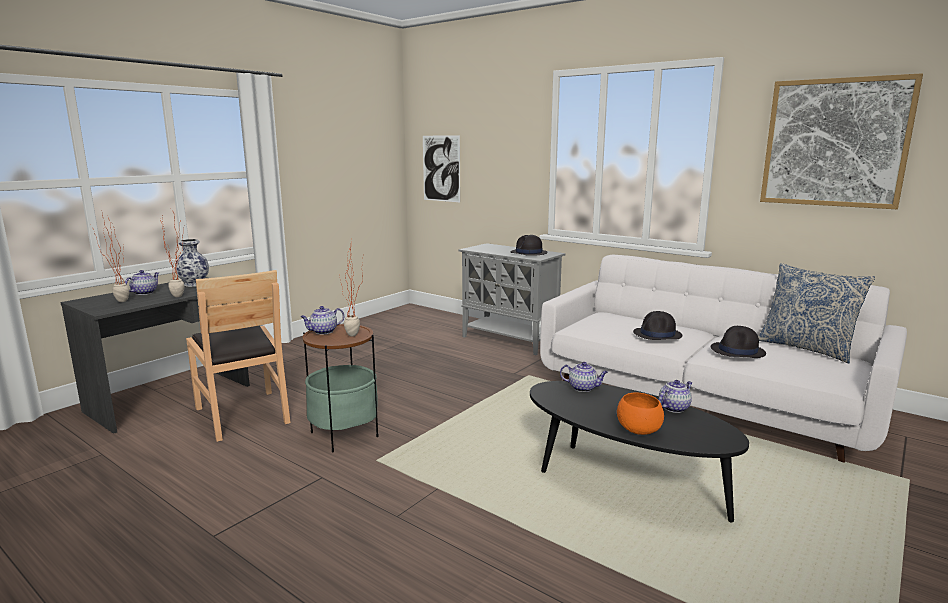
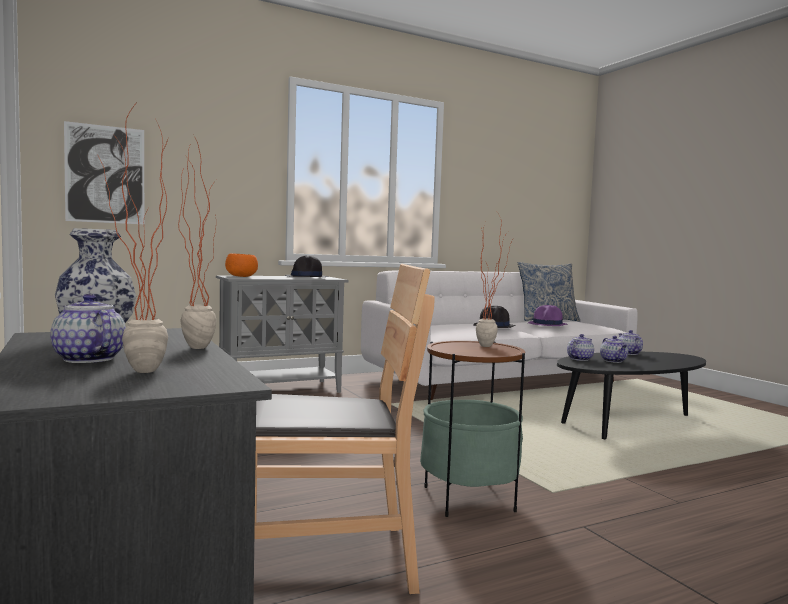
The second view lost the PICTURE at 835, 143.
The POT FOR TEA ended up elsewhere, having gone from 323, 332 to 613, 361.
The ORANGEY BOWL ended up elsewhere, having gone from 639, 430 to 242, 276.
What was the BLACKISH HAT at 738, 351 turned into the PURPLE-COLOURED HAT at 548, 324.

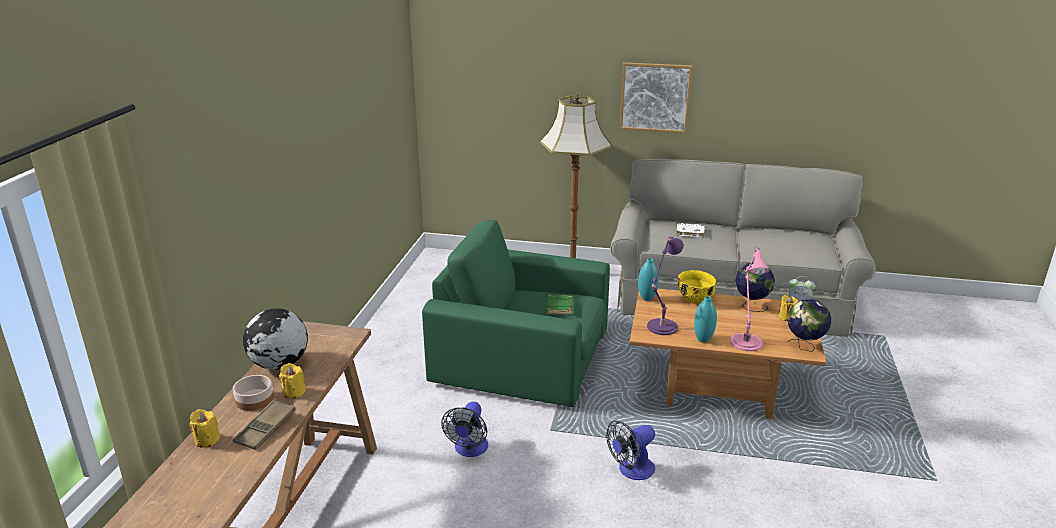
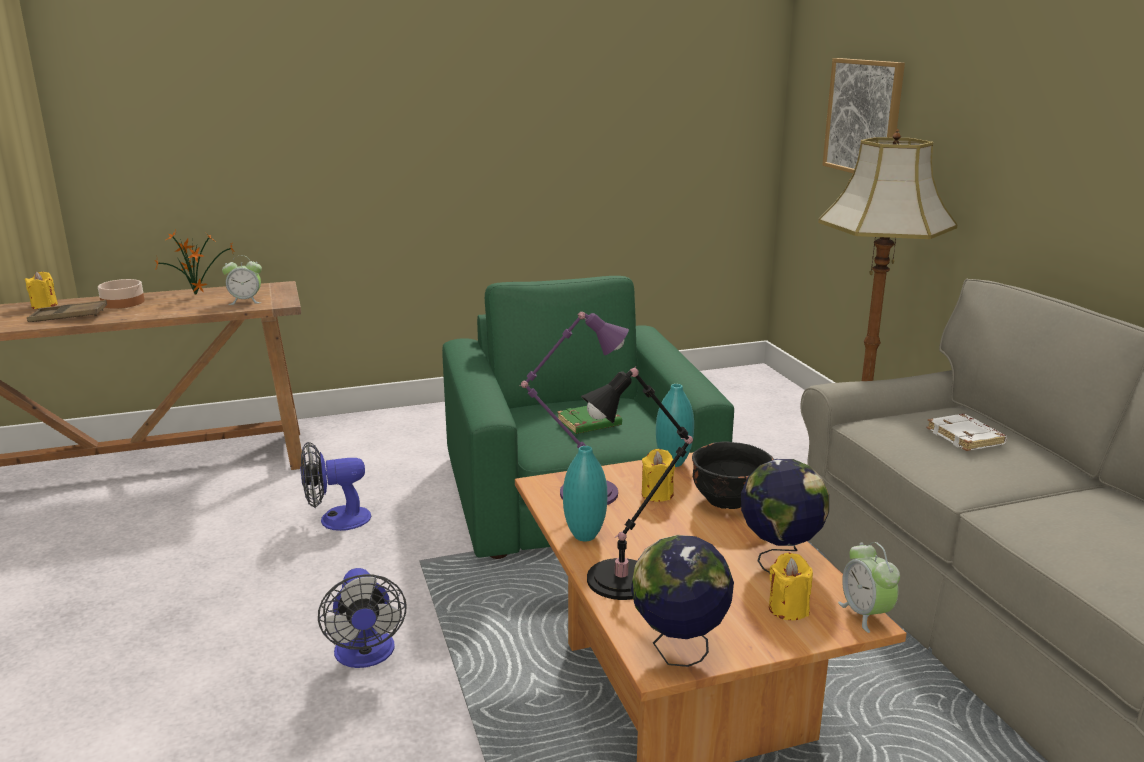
The second view gained the ALARM CLOCK at 245, 301.
The YELLOW CANDLE ended up elsewhere, having gone from 294, 392 to 657, 494.
The PICTURE ended up elsewhere, having gone from 655, 97 to 864, 117.
Where the DESK GLOBE stood at 279, 364, the HOUSEPLANT came to stand at 196, 295.
What was the YELLOW BOWL at 694, 299 turned into the BLACKISH BOWL at 729, 501.
What was the PINK TABLETOP LAMP at 745, 341 turned into the BLACKISH TABLETOP LAMP at 627, 578.
The ELECTRIC FAN at 631, 470 ended up facing another way, 135 degrees counterclockwise from before.

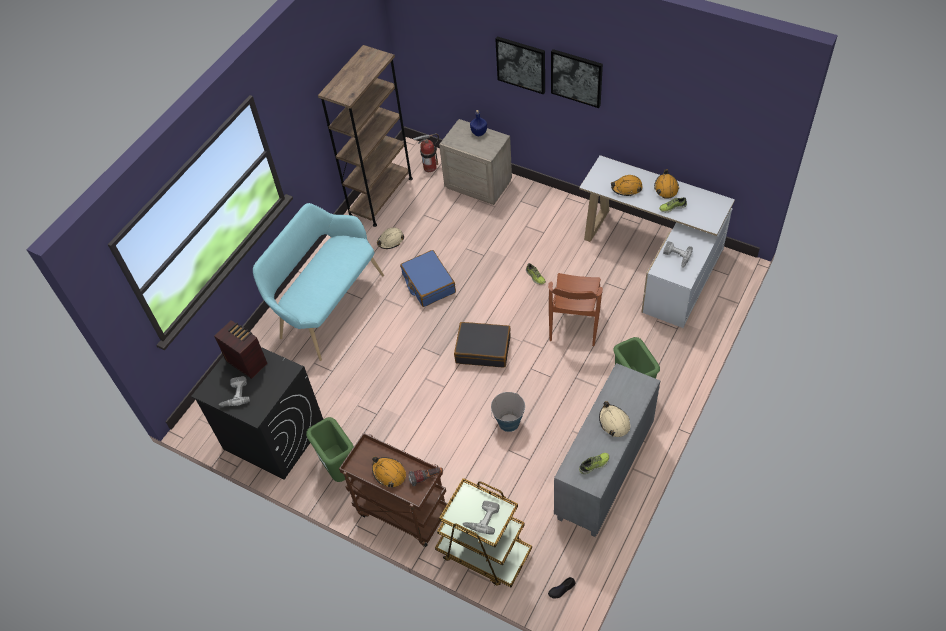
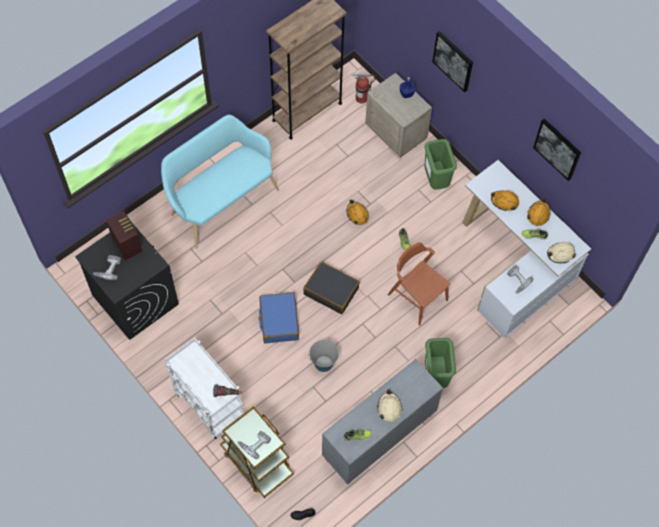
The GREEN RUBBISH BIN ended up elsewhere, having gone from 339, 469 to 435, 180.
The ORANGEY HARD HAT ended up elsewhere, having gone from 389, 473 to 357, 214.
The BEIGE-COLOURED HARD HAT ended up elsewhere, having gone from 390, 241 to 560, 254.
The BLUE-COLOURED TRAVEL CASE ended up elsewhere, having gone from 428, 284 to 279, 321.
The PICTURE ended up elsewhere, having gone from 576, 77 to 557, 149.
What was the BROWNISH CART at 401, 512 turned into the WHITE CART at 208, 403.
The BROWNISH CHAIR at 574, 323 ended up facing another way, 105 degrees clockwise from before.

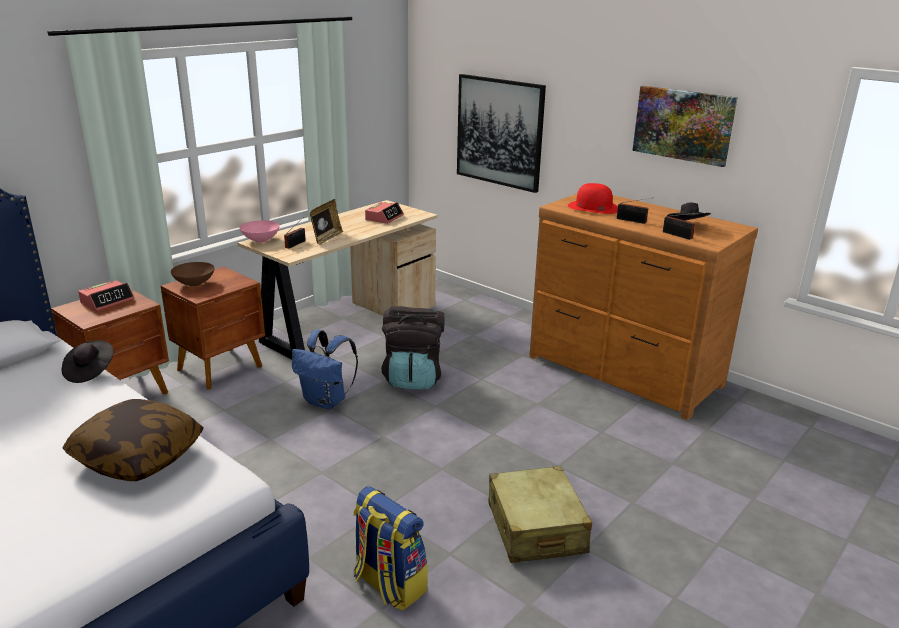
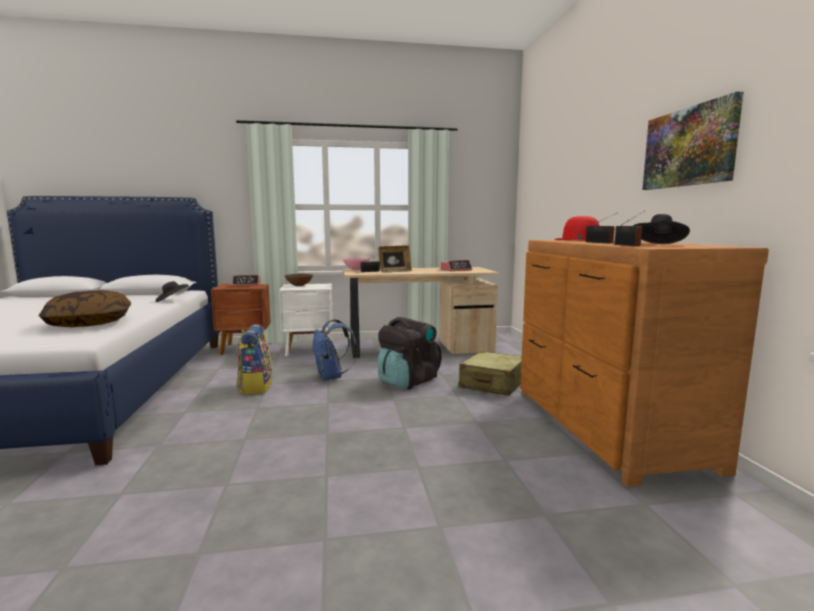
The second view lost the PICTURE at 499, 132.
The RUCKSACK ended up elsewhere, having gone from 388, 584 to 255, 387.
The BEIGE-COLOURED TRAVEL CASE ended up elsewhere, having gone from 536, 528 to 493, 384.
What was the BROWNISH BEDSIDE TABLE at 221, 368 turned into the WHITE BEDSIDE TABLE at 310, 350.

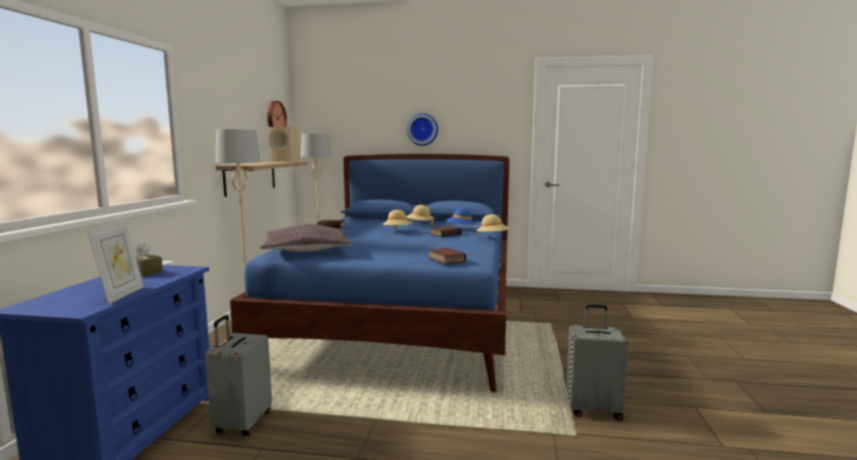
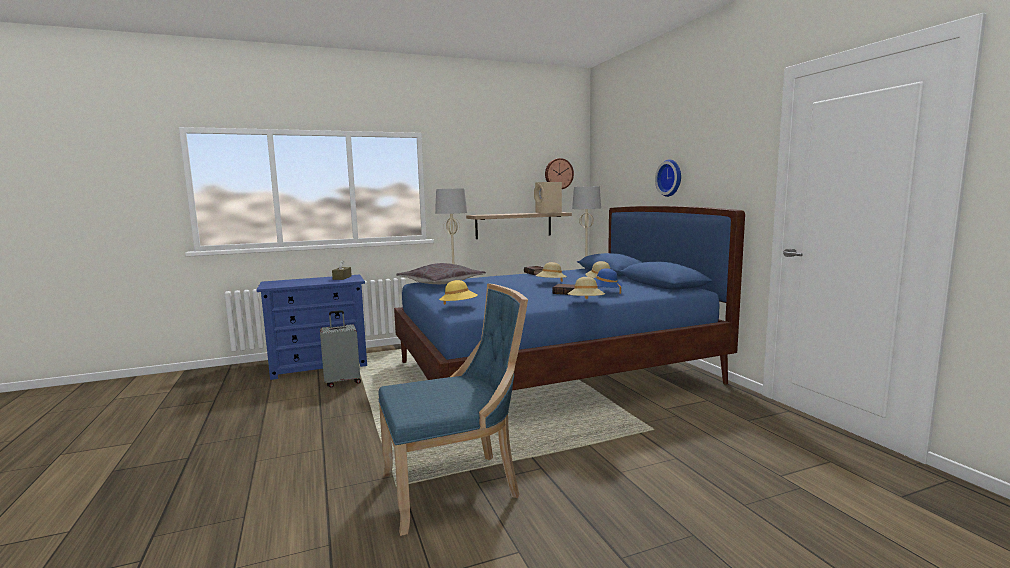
The second view lost the PICTURE FRAME at 121, 295.
Where the VOLUME stood at 445, 260, the YELLOW HAT came to stand at 459, 306.
Where the GRAY TRAVEL CASE stood at 593, 409, the BLUE-COLOURED CHAIR came to stand at 455, 487.

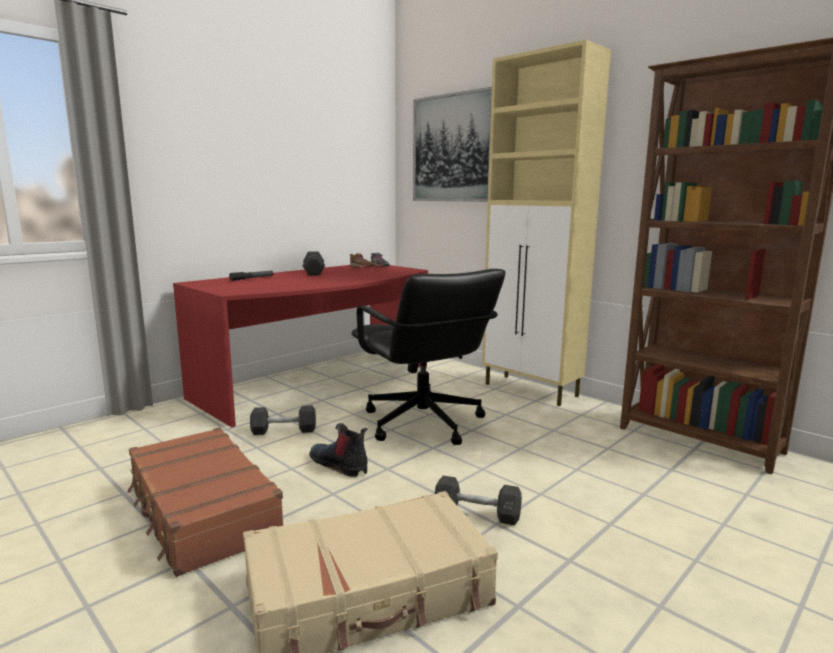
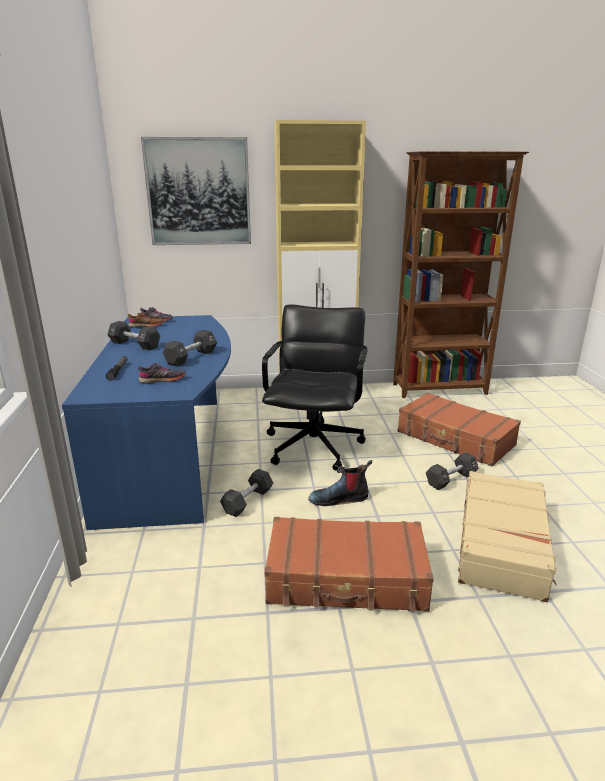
The second view gained the GRAY ITEM OF FOOTWEAR at 162, 380.
The second view gained the BLACKISH HAND WEIGHT at 191, 357.
The second view gained the BROWNISH TRAVEL CASE at 455, 439.
What was the RED DESK at 320, 383 turned into the BLUE-COLOURED DESK at 172, 453.
The BLACKISH COMPUTER CHAIR at 422, 423 ended up facing another way, 90 degrees counterclockwise from before.

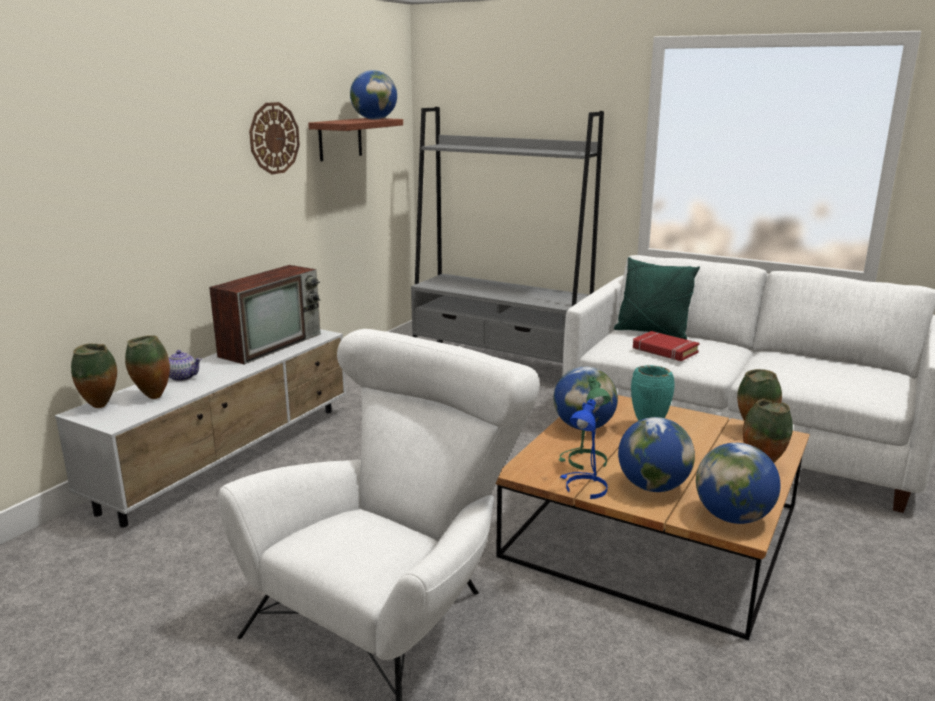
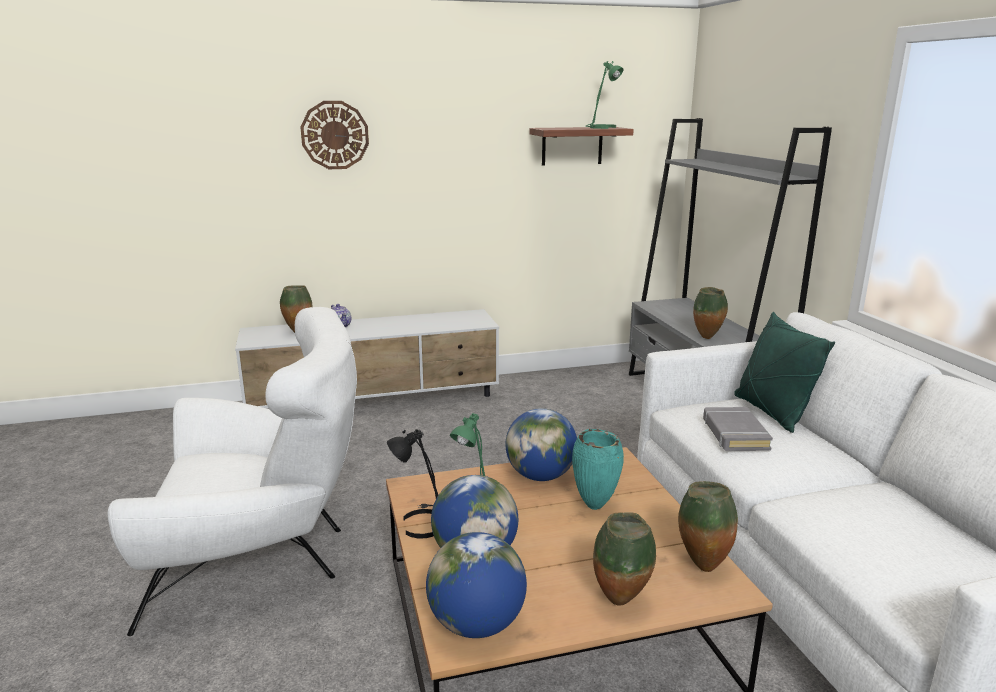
The second view lost the TELEVISION at 272, 344.
The VASE ended up elsewhere, having gone from 101, 407 to 707, 338.
The HANGING CLOCK ended up elsewhere, having gone from 274, 138 to 335, 135.
Where the DESK GLOBE stood at 374, 119, the GREEN TABLETOP LAMP came to stand at 602, 128.
What was the BLUE-COLOURED TABLETOP LAMP at 583, 487 turned into the BLACKISH TABLETOP LAMP at 422, 523.
What was the RED VOLUME at 664, 351 turned into the GRAY VOLUME at 734, 434.

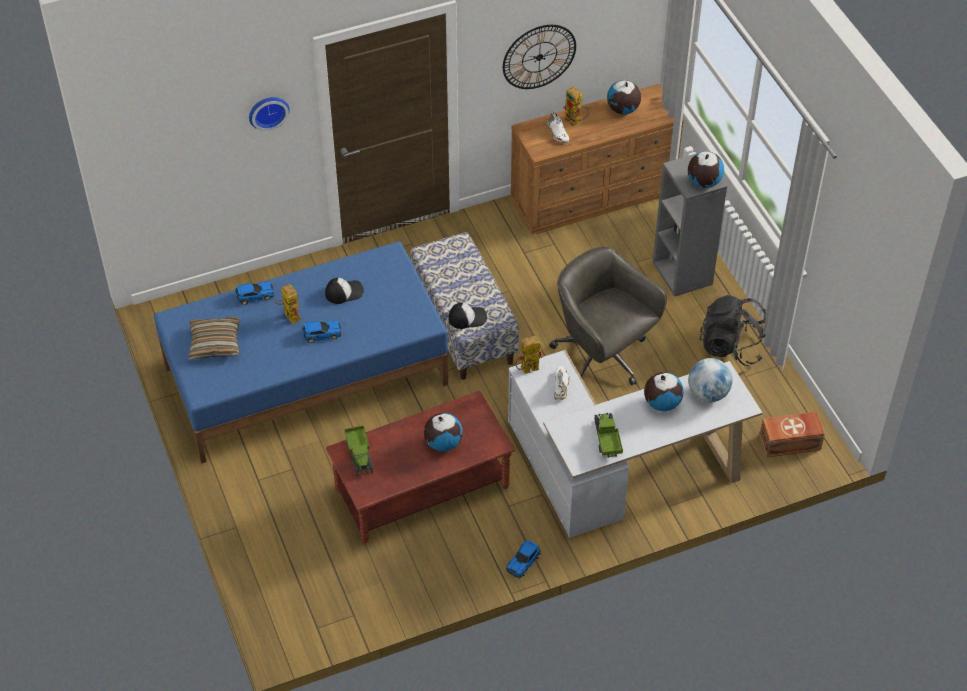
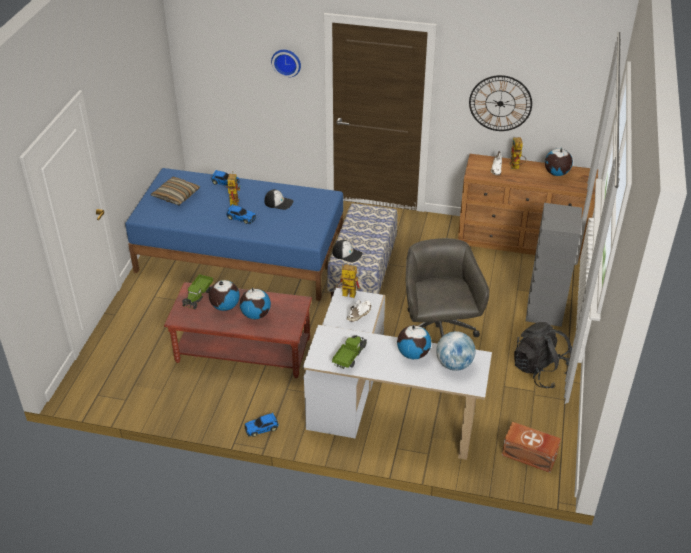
The DESK GLOBE ended up elsewhere, having gone from 703, 182 to 225, 306.

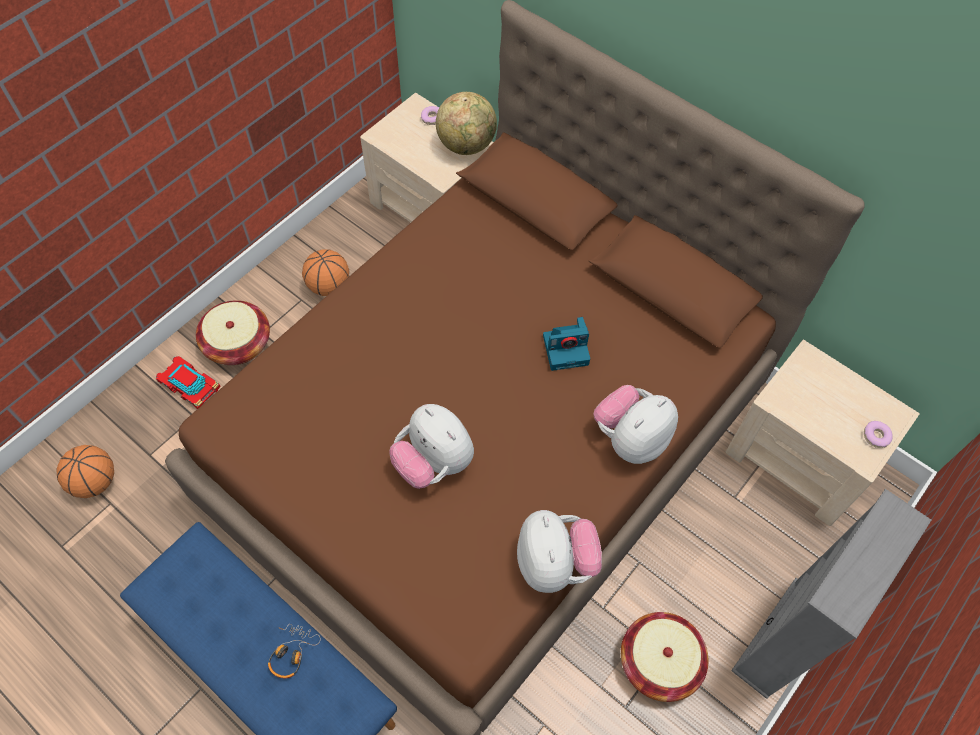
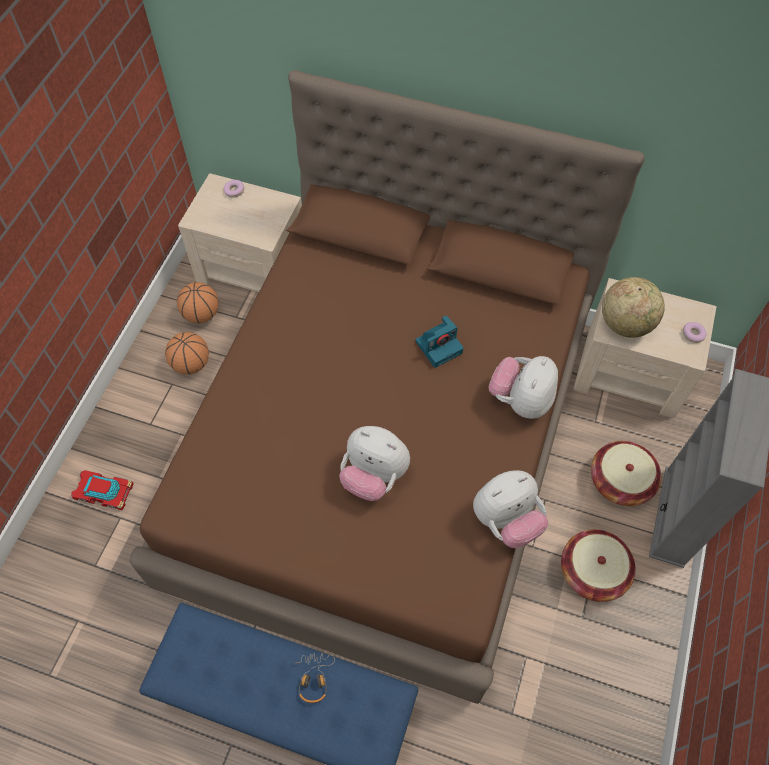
The BASKETBALL ended up elsewhere, having gone from 95, 482 to 201, 314.
The BASKET ended up elsewhere, having gone from 238, 343 to 620, 481.
The DESK GLOBE ended up elsewhere, having gone from 466, 145 to 625, 324.
The SOFT TOY at 555, 563 ended up facing another way, 90 degrees clockwise from before.

